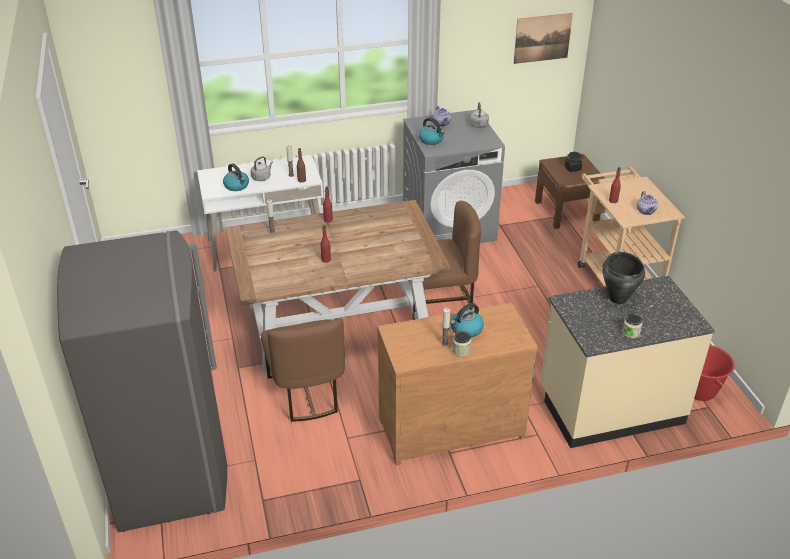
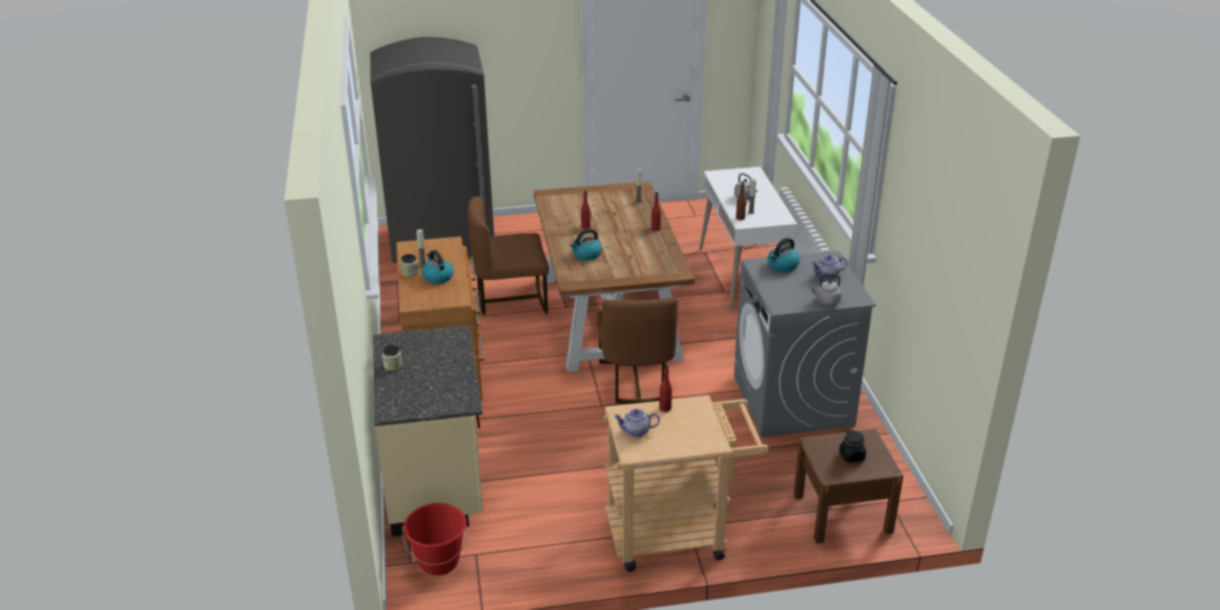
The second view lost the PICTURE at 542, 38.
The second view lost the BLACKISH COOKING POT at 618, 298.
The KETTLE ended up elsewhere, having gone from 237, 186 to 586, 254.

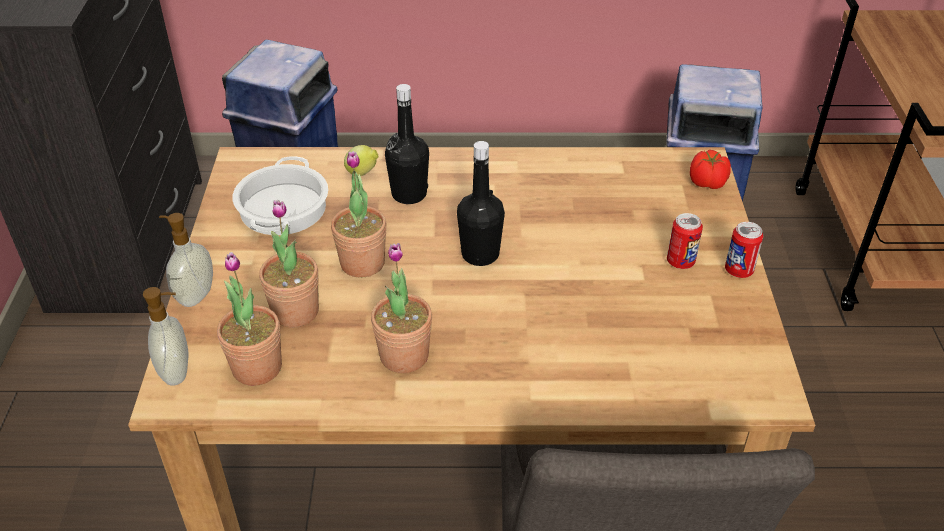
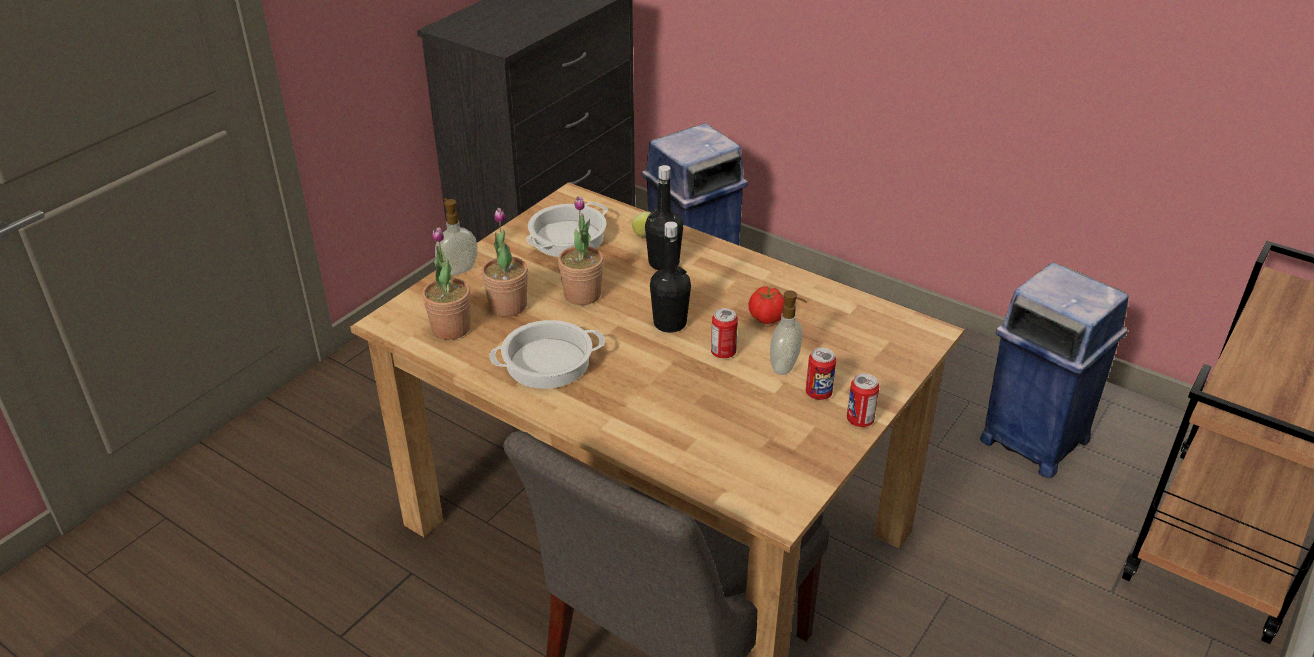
The second view gained the SEALED CAN at 723, 353.
The LIQUID SOAP BOTTLE ended up elsewhere, having gone from 177, 371 to 785, 366.
The WHOLE TOMATO ended up elsewhere, having gone from 707, 183 to 766, 318.
Where the HOUSEPLANT stood at 404, 355, the COOKING POT came to stand at 547, 363.

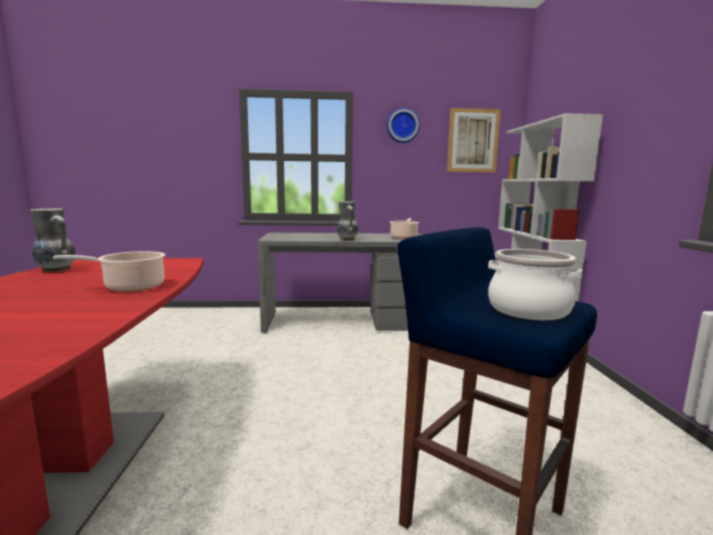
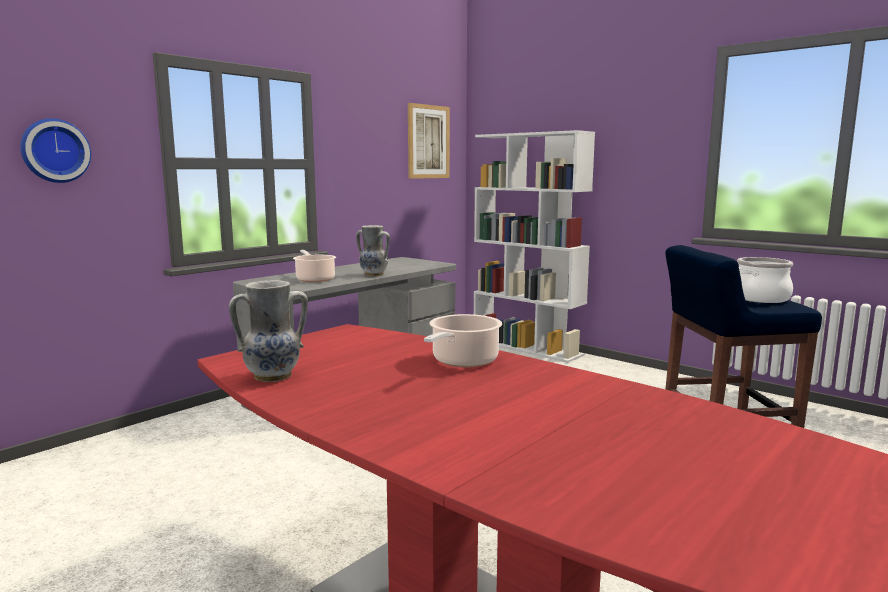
The HANGING CLOCK ended up elsewhere, having gone from 402, 126 to 54, 151.
The COOKING POT ended up elsewhere, having gone from 404, 237 to 314, 279.

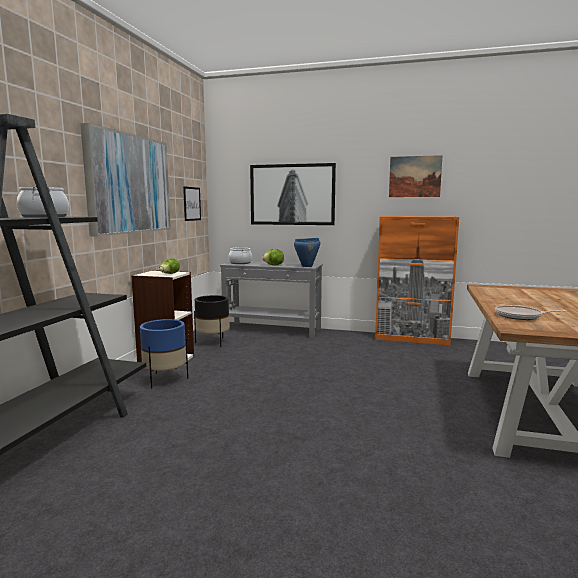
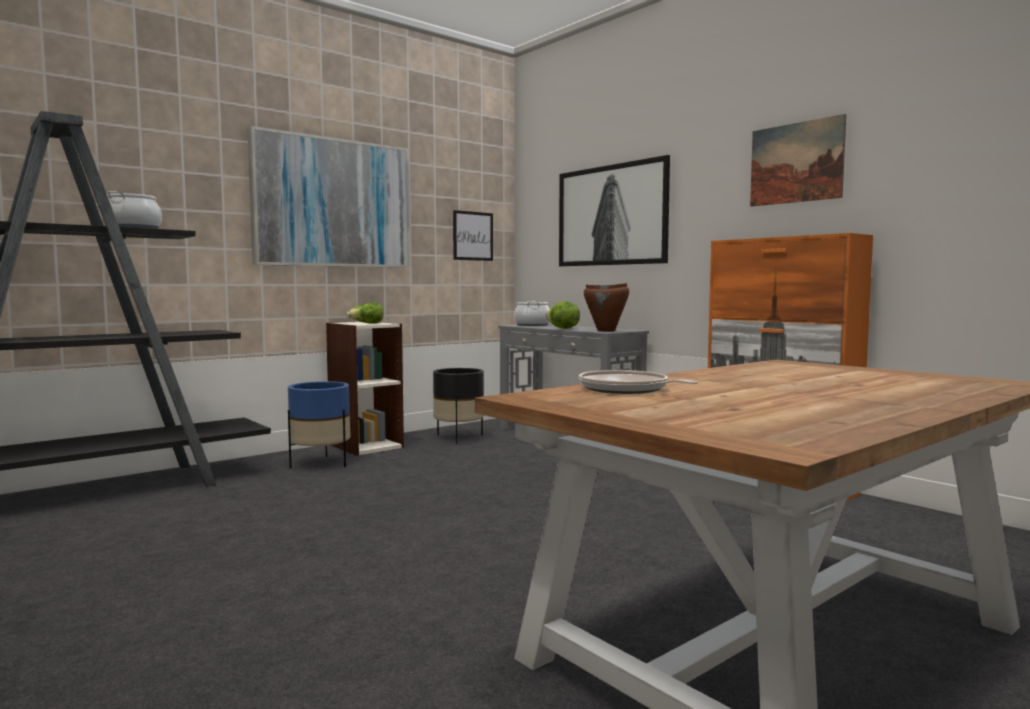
What was the BLUE-COLOURED COOKING POT at 307, 266 turned into the BROWNISH COOKING POT at 606, 331.

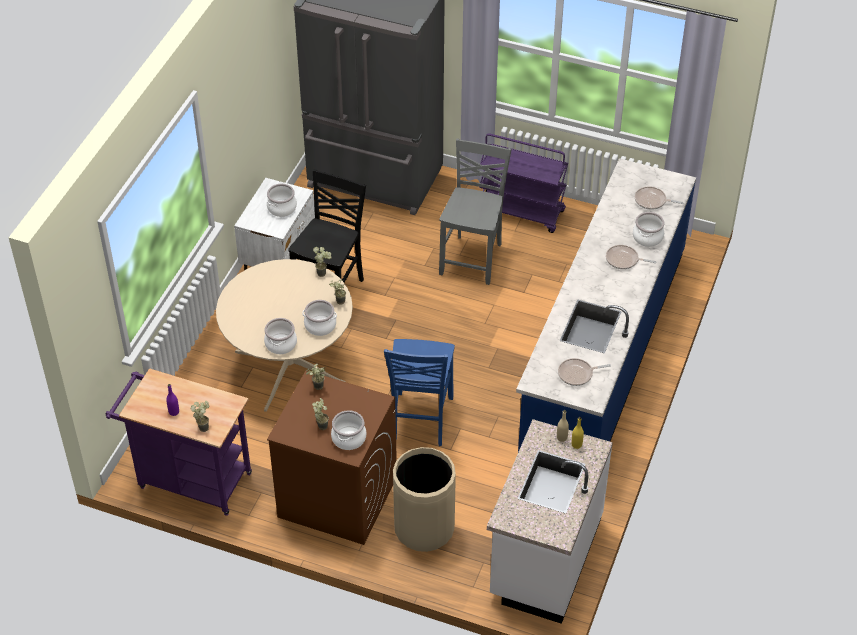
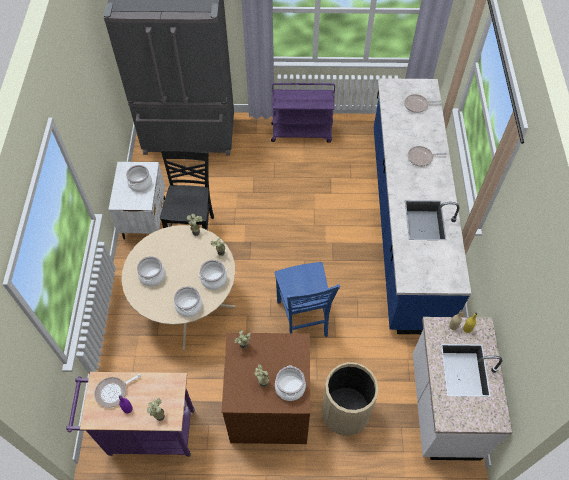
The second view lost the GRAY CHAIR at 473, 259.
The PAN ended up elsewhere, having gone from 577, 374 to 113, 392.
The COOKING POT ended up elsewhere, having gone from 647, 237 to 152, 276.

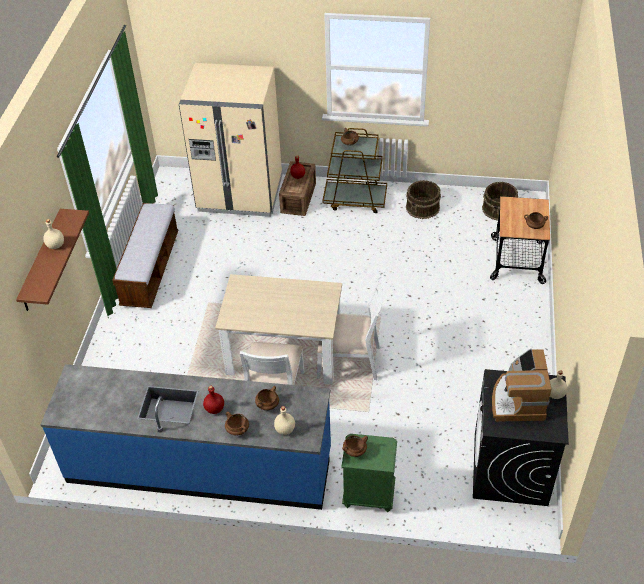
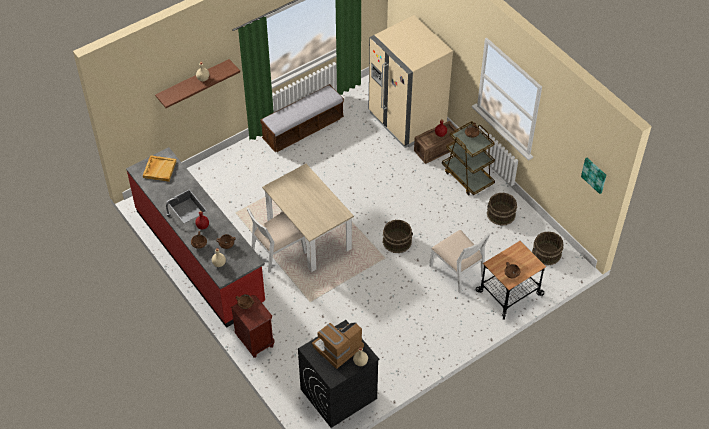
The second view gained the BEIGE-COLOURED CARRYING TRAY at 159, 169.
The second view gained the BROWNISH PAIL at 397, 241.
The second view gained the PICTURE at 594, 175.
The WHITE CHAIR ended up elsewhere, having gone from 349, 361 to 457, 271.
What was the BLUE-COLOURED KITCHEN BASE UNIT at 199, 466 turned into the RED KITCHEN BASE UNIT at 200, 256.
What was the GREEN BEDSIDE TABLE at 368, 495 turned into the BROWNISH BEDSIDE TABLE at 255, 341.

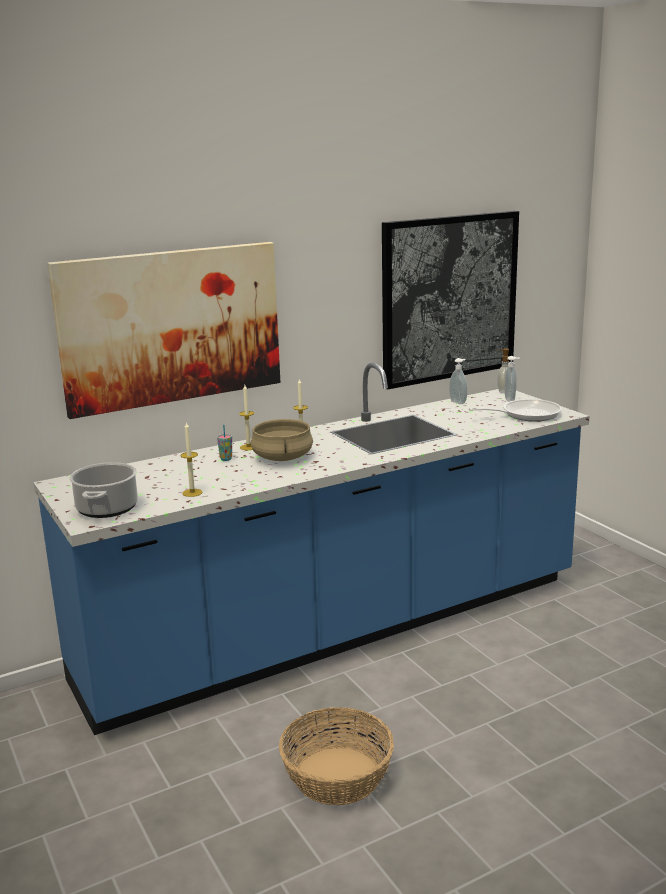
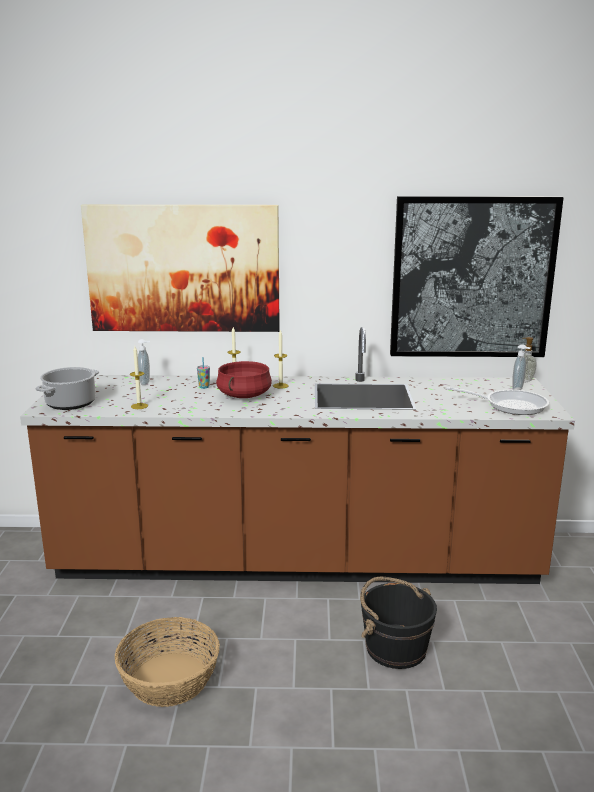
The second view gained the BLACKISH PAIL at 395, 648.
The LIQUID SOAP BOTTLE ended up elsewhere, having gone from 458, 402 to 146, 383.
What was the BLUE-COLOURED KITCHEN BASE UNIT at 338, 631 turned into the BROWNISH KITCHEN BASE UNIT at 297, 562.
What was the BEIGE-COLOURED COOKING POT at 283, 457 turned into the RED COOKING POT at 244, 395.

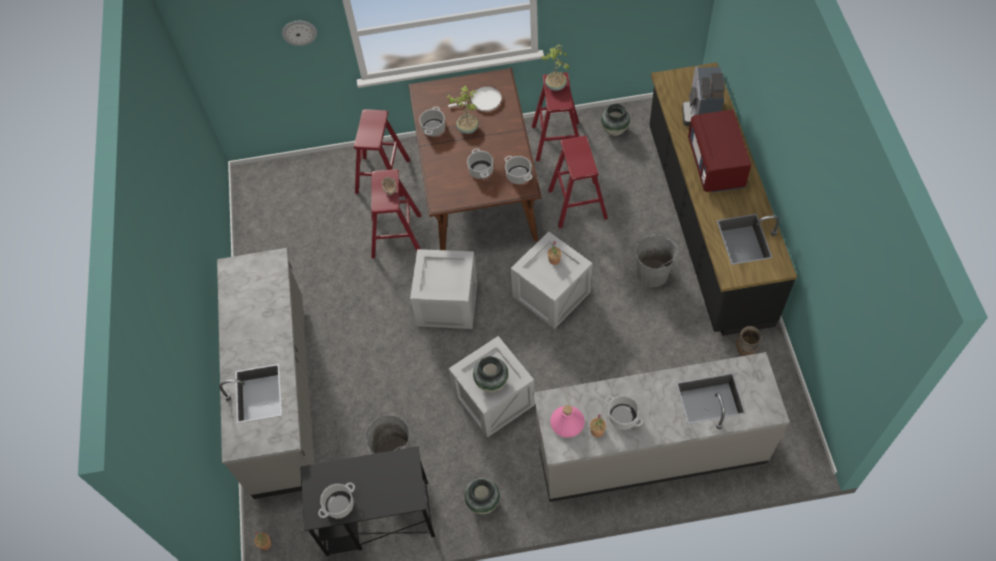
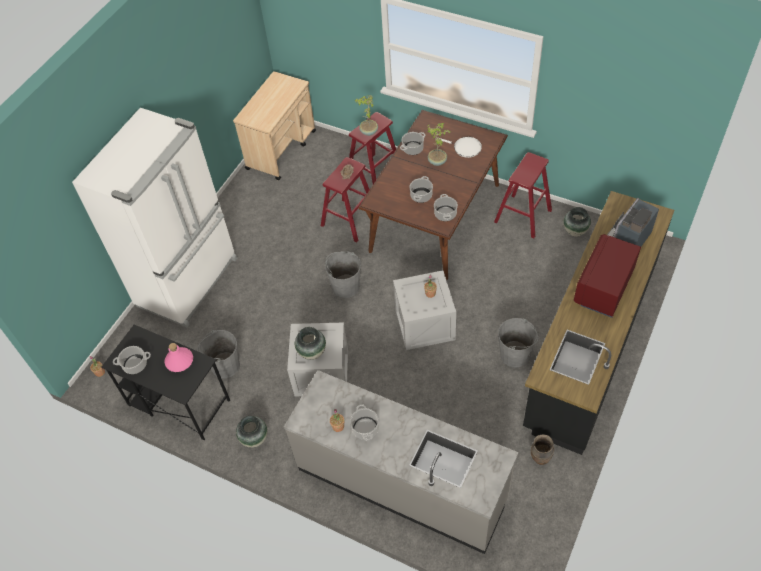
The second view lost the HANGING CLOCK at 299, 32.
The second view lost the RED STOOL SEAT at 577, 204.
The second view gained the BEIGE-COLOURED CART at 281, 149.
The HOUSEPLANT ended up elsewhere, having gone from 555, 86 to 368, 132.
The PINK BEVERAGE BOTTLE ended up elsewhere, having gone from 567, 423 to 179, 361.
Where the GRAY KITCHEN BASE UNIT stood at 282, 394, the WHITE REFRIGERATOR came to stand at 189, 282.
Where the CRATE stood at 447, 303, the GRAY PAIL came to stand at 346, 286.

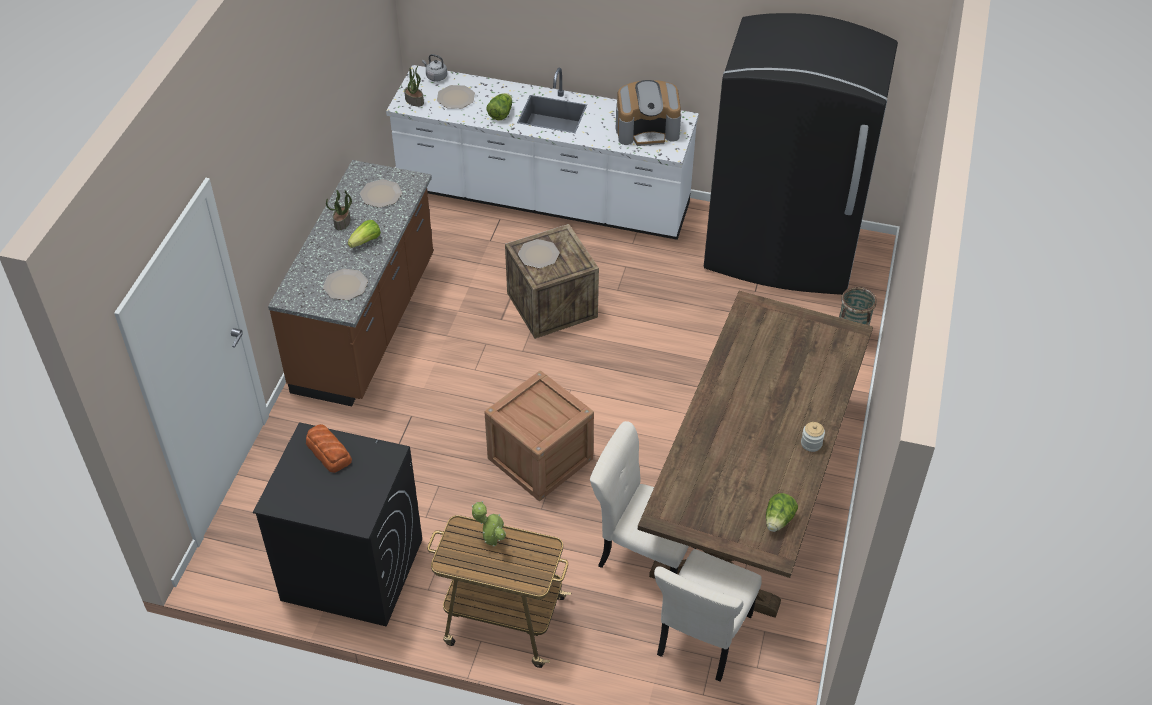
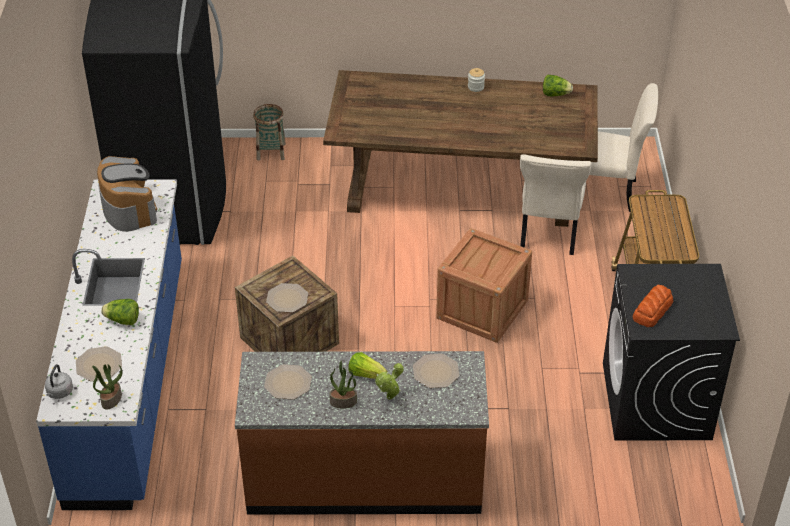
The HOUSEPLANT ended up elsewhere, having gone from 491, 542 to 389, 399.
What was the WHITE KITCHEN BASE UNIT at 543, 200 turned into the BLUE-COLOURED KITCHEN BASE UNIT at 129, 380.

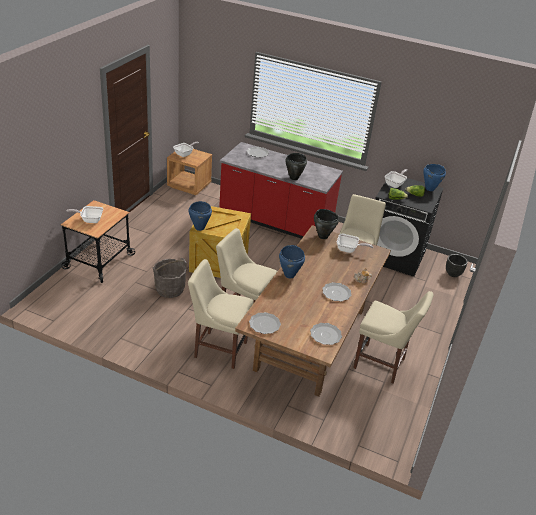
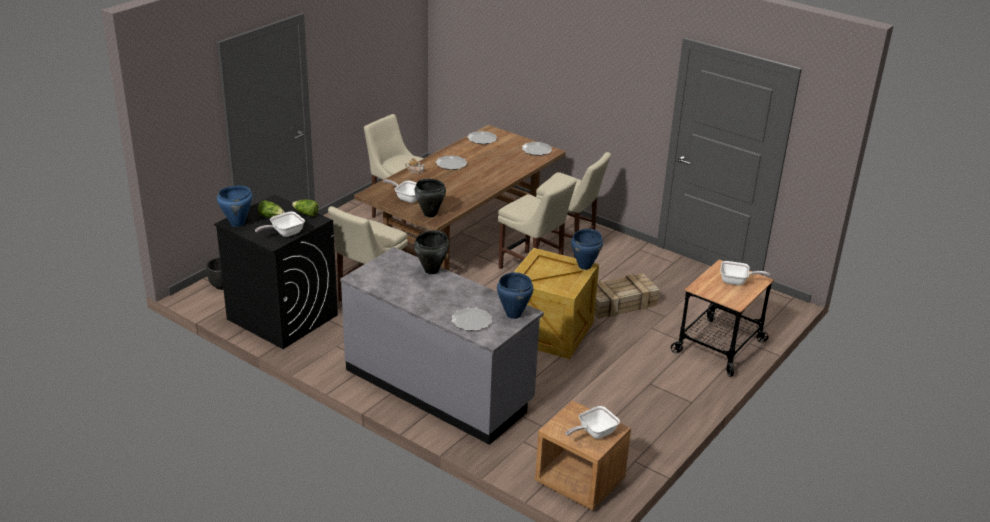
The BLUE-COLOURED COOKING POT ended up elsewhere, having gone from 289, 275 to 513, 314.
Where the GRAY PAIL stood at 170, 289, the CRATE came to stand at 619, 304.
What was the RED KITCHEN BASE UNIT at 275, 222 turned into the GRAY KITCHEN BASE UNIT at 439, 387.

